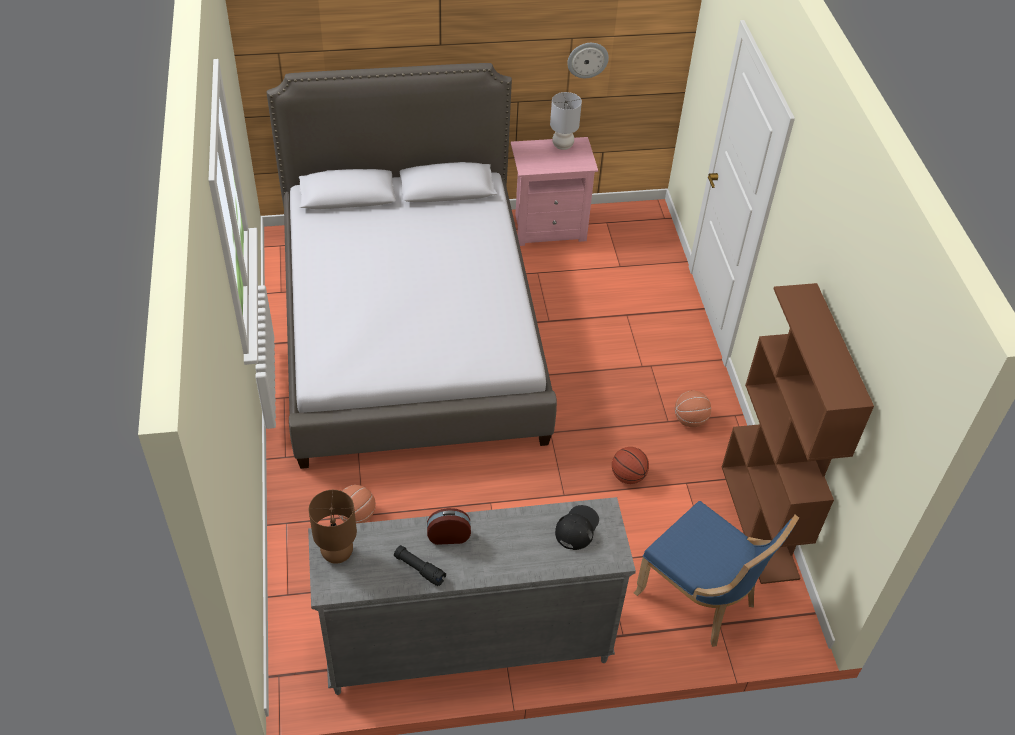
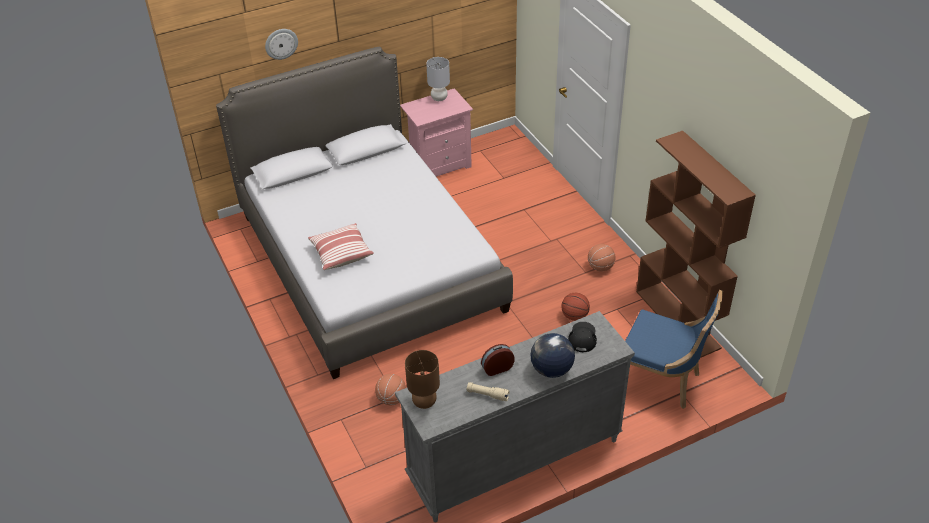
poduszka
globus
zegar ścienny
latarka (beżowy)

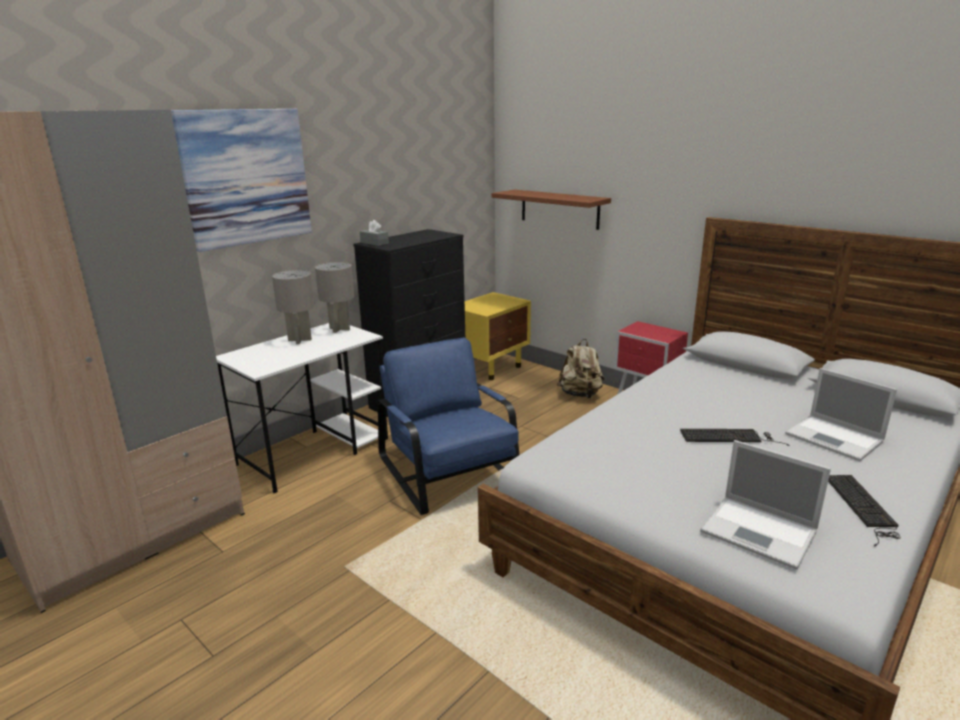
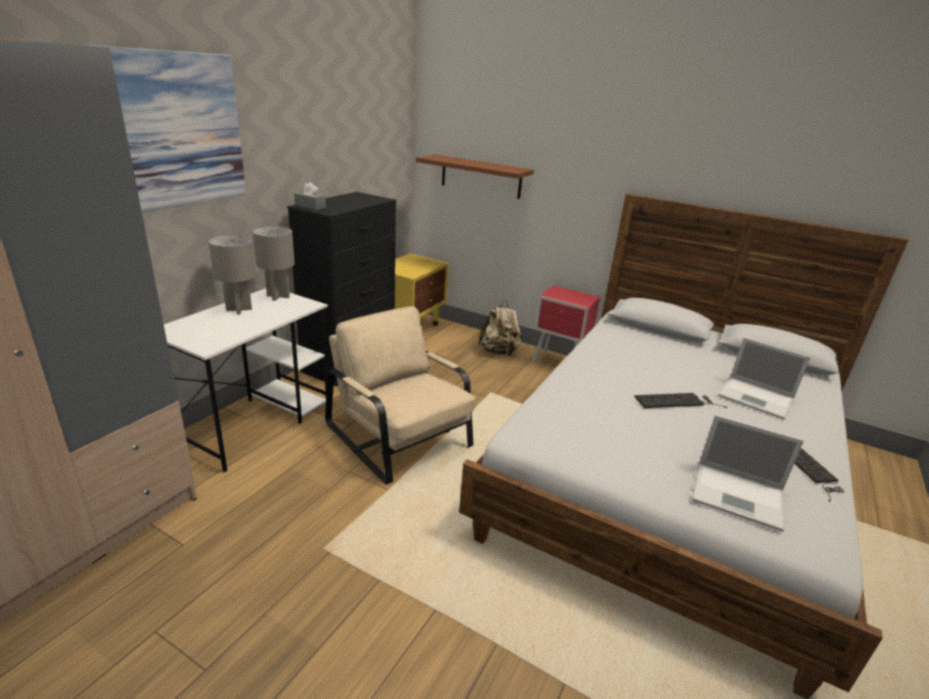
fotel (beżowy)

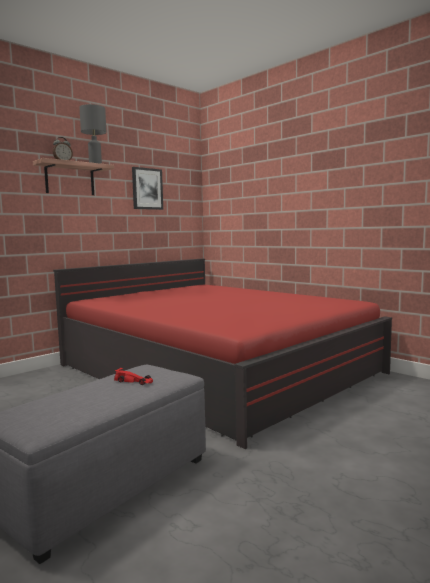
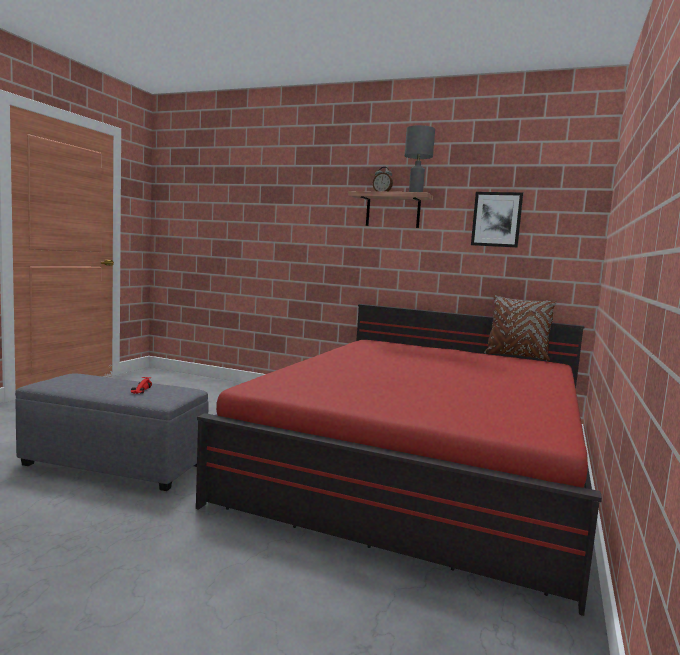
poduszka (brązowy)

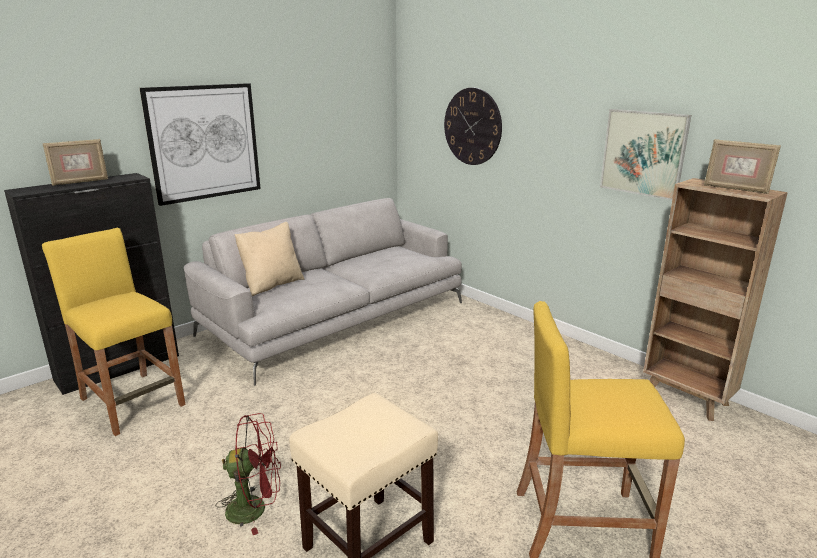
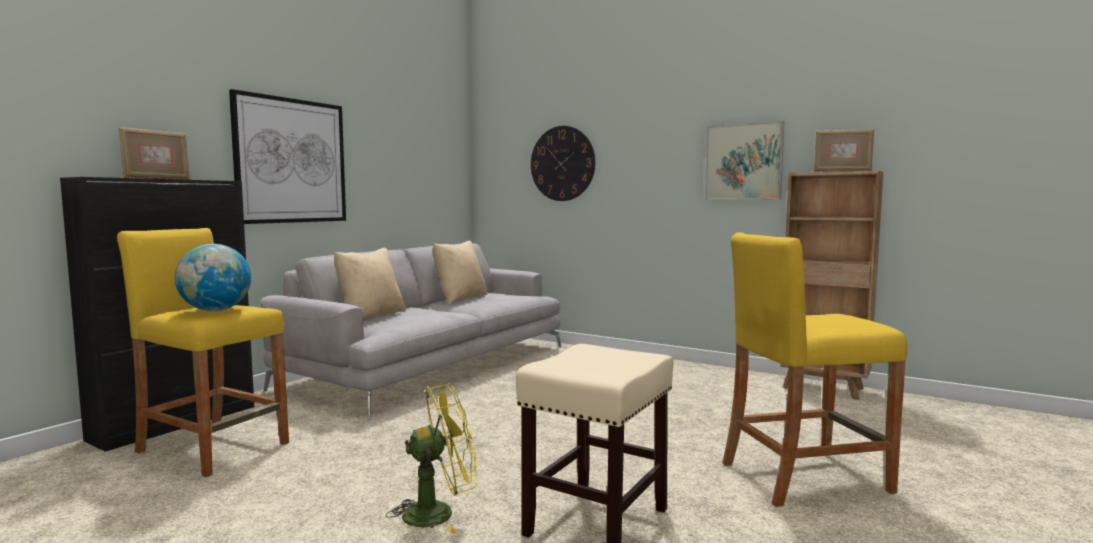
globus
poduszka (beżowy) (no. 2 from left)
wentylator (żółty)

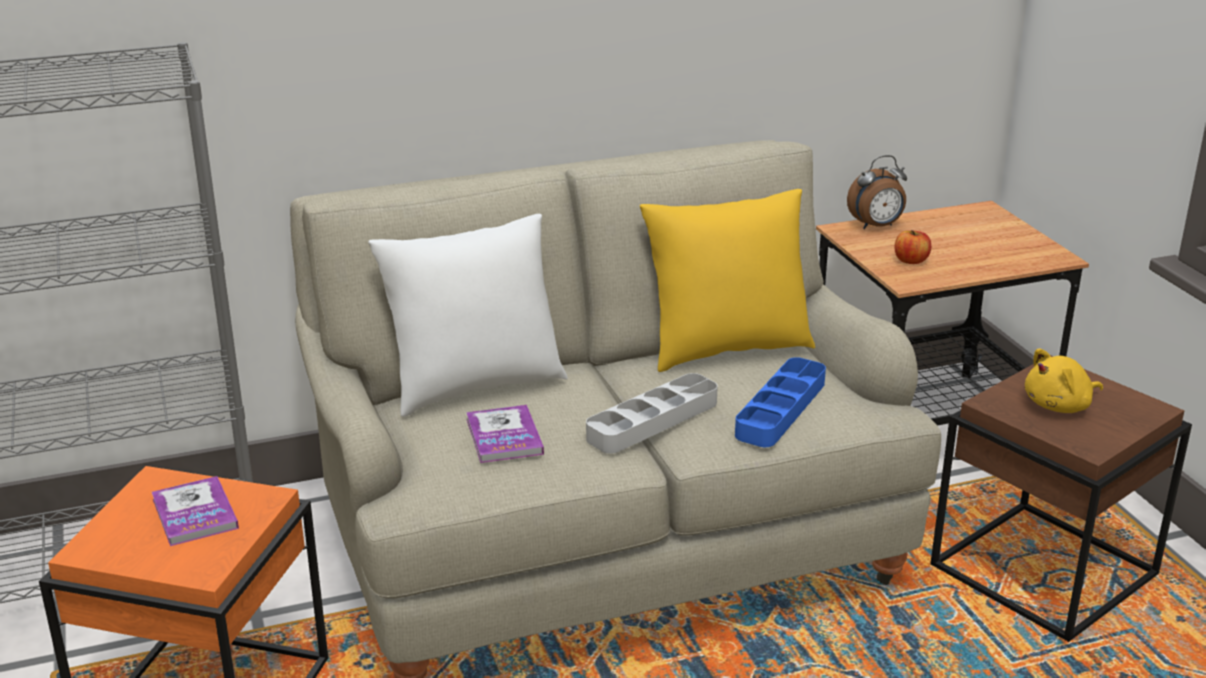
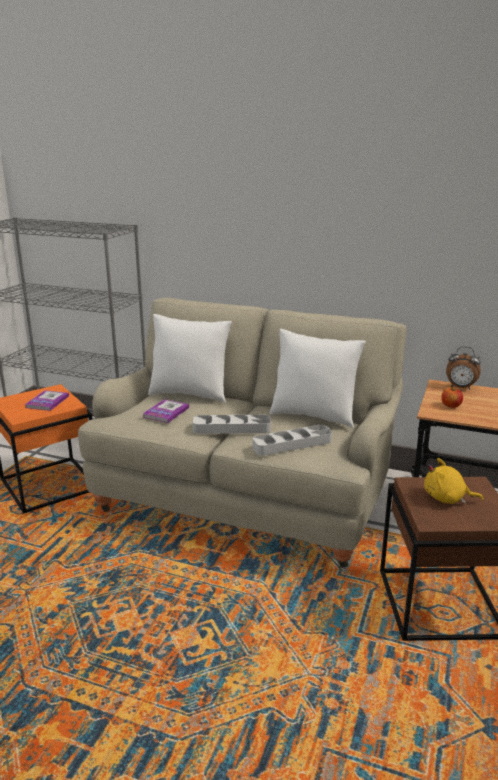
poduszka (biały) (no. 2 from left)
taca (szary) (no. 2 from left)

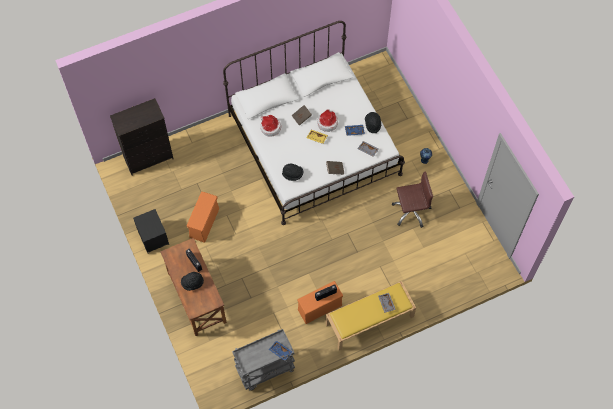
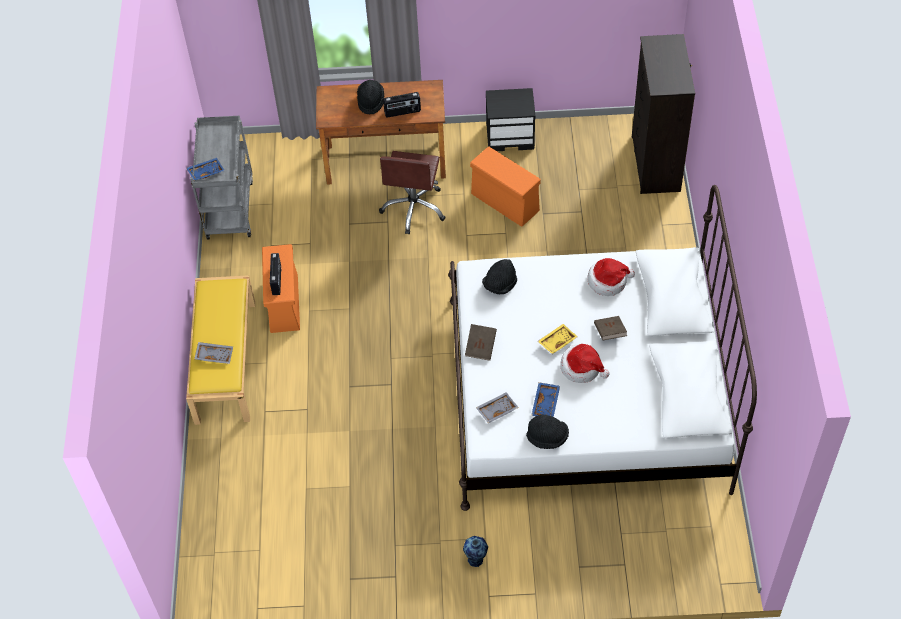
krzesło biurowe (brązowy)

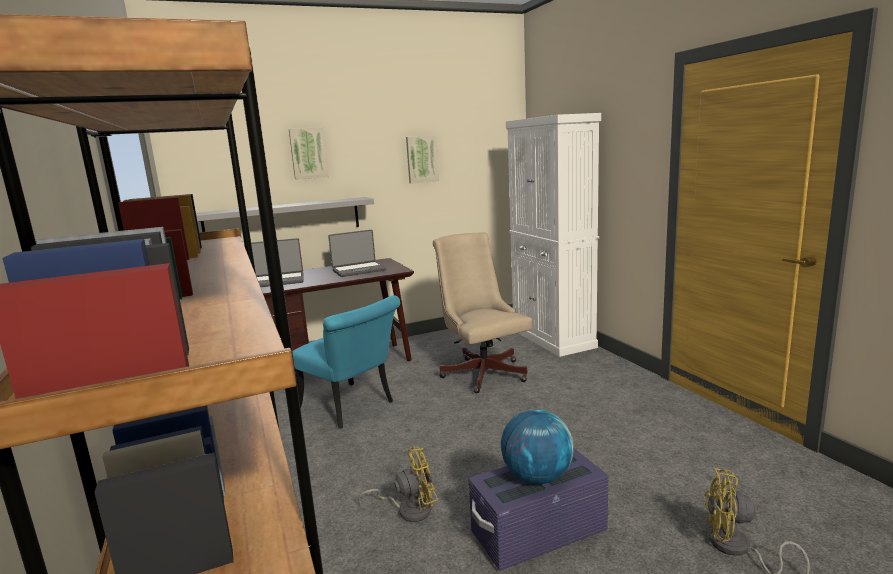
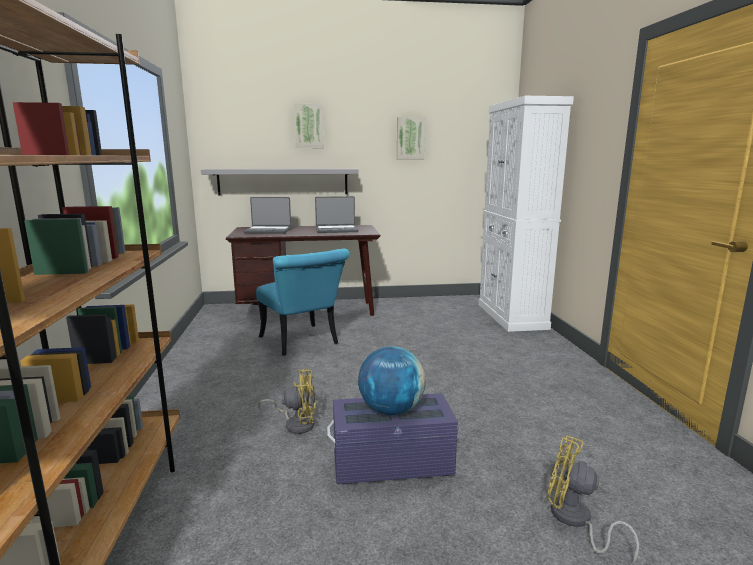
krzesło biurowe (beżowy)

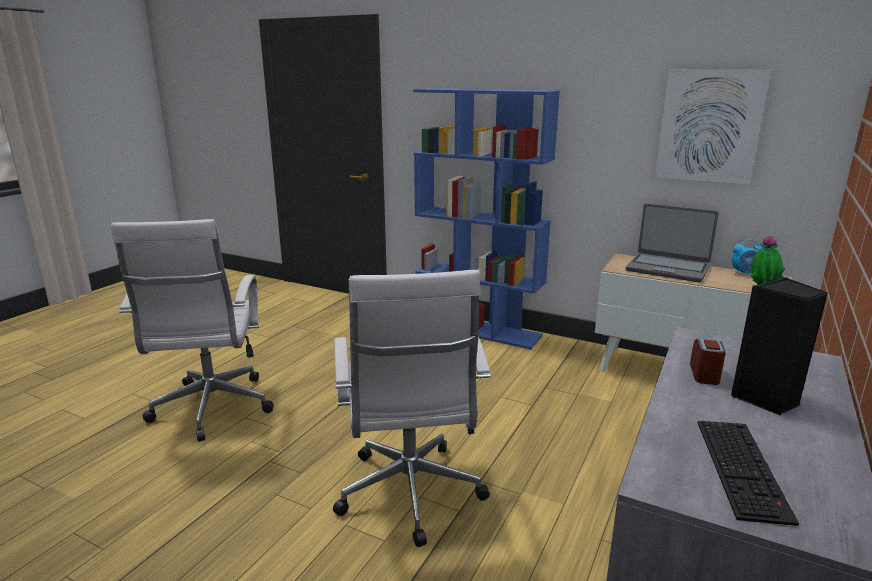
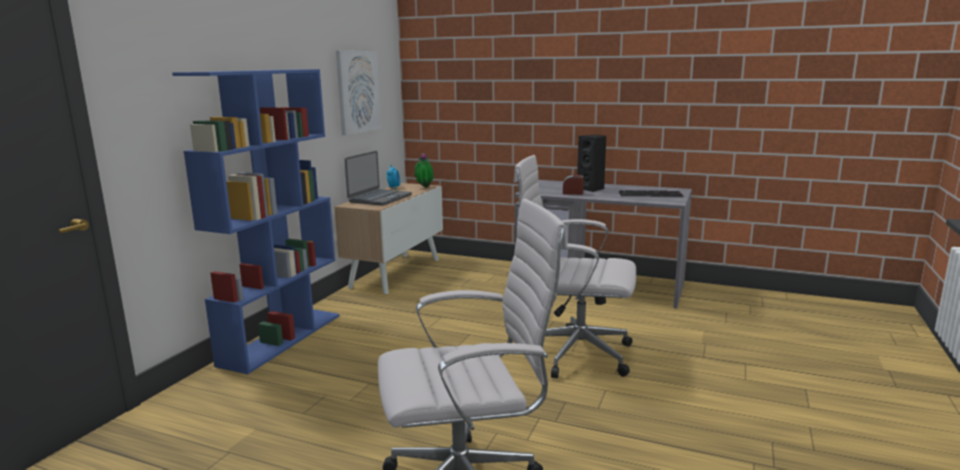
krzesło biurowe (biały) (no. 2 from left)

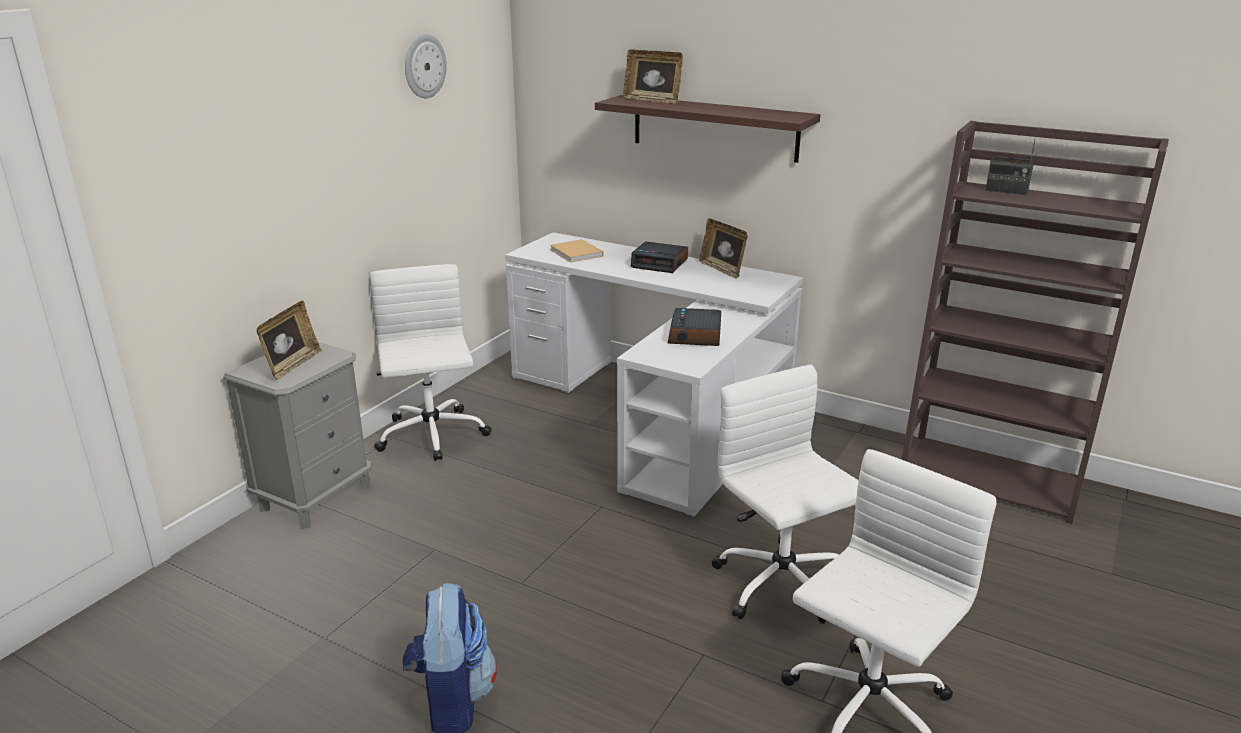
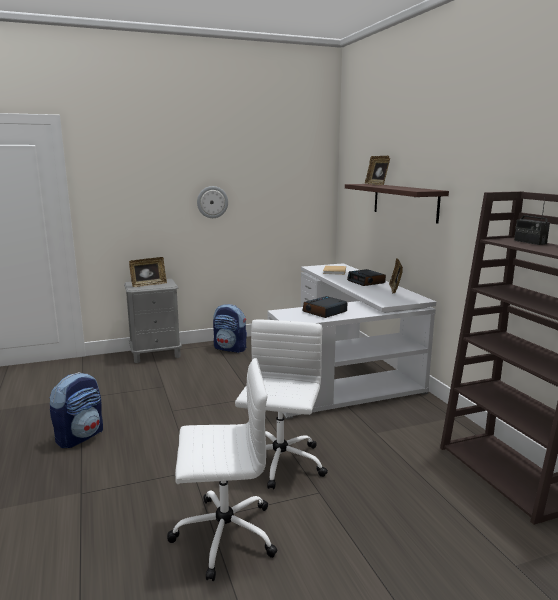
zegar ścienny
plecak (no. 2 from left)

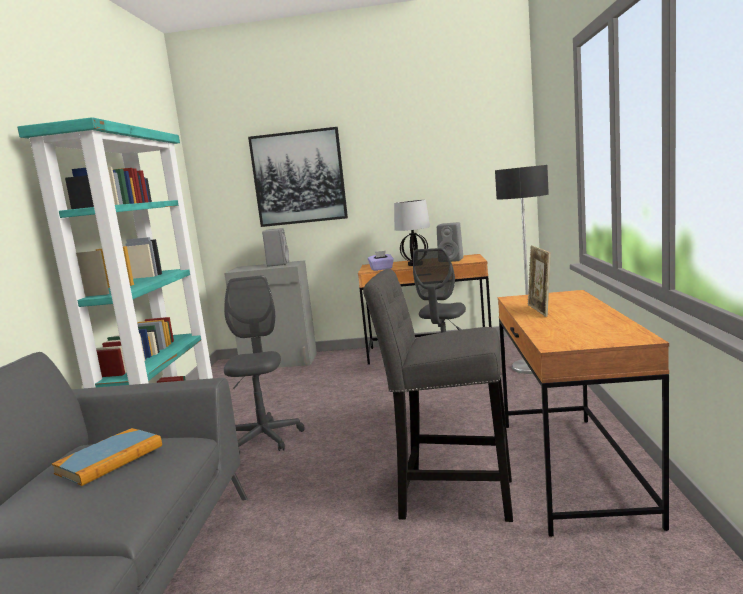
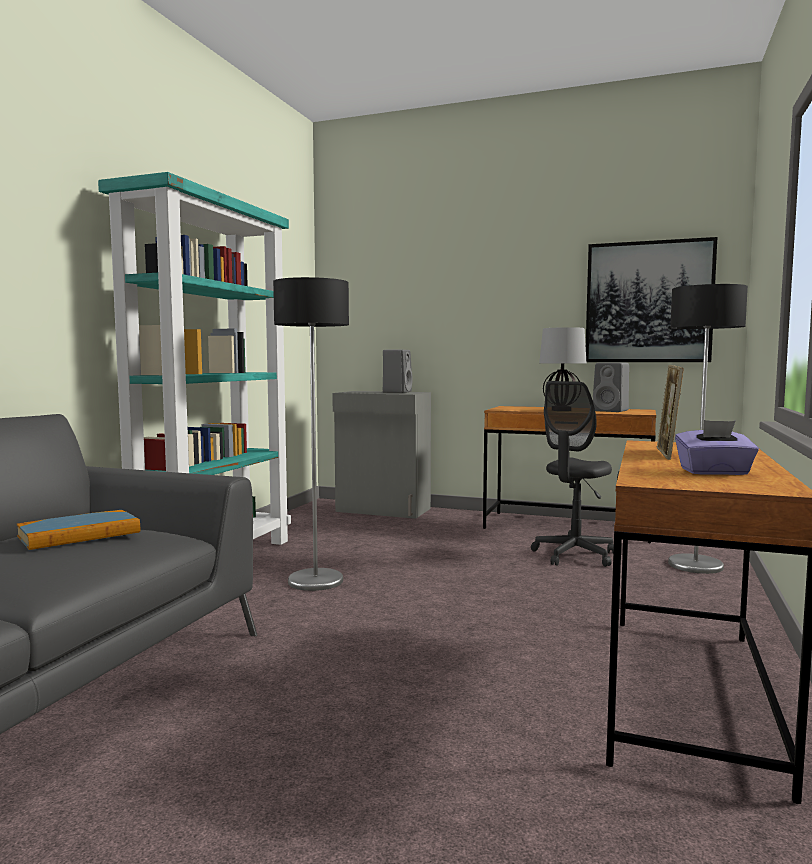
stołek (szary)
obraz
pudełko chusteczek (fioletowy)
lampa stojąca (no. 1 from left)

